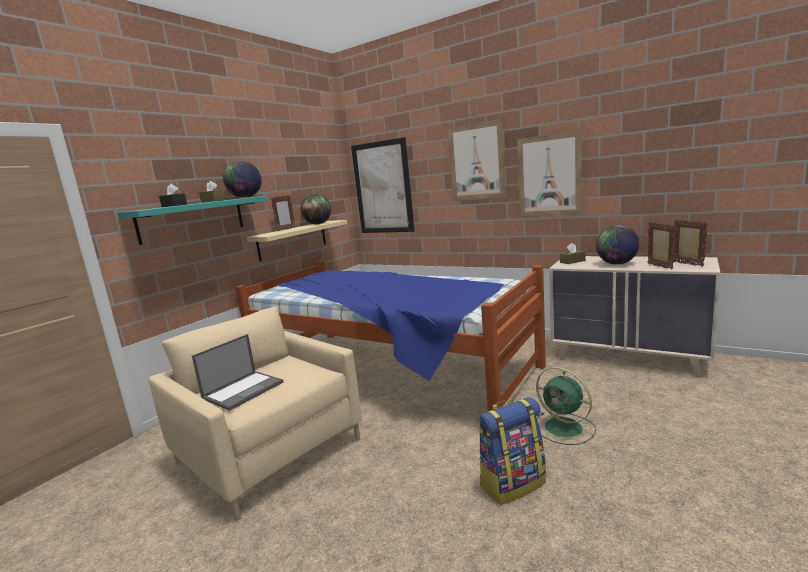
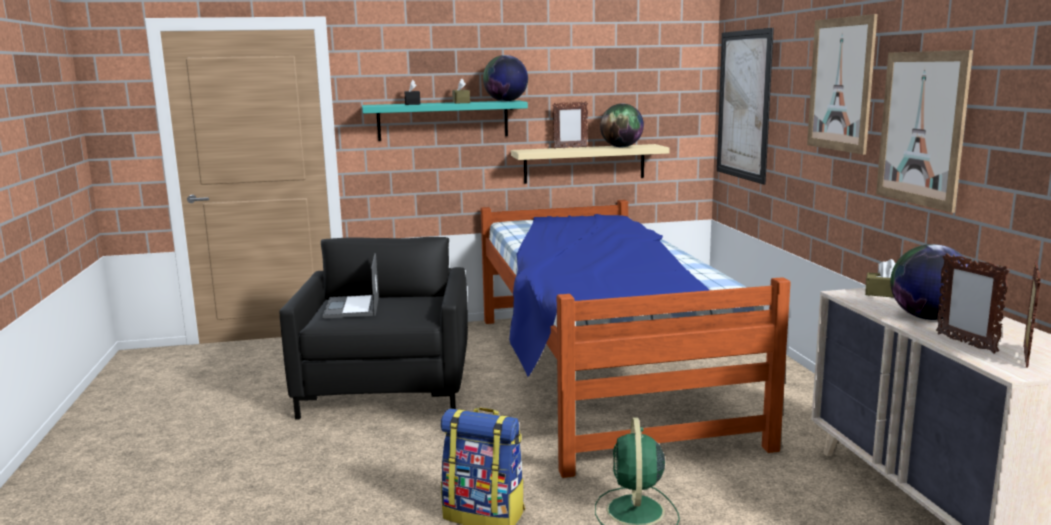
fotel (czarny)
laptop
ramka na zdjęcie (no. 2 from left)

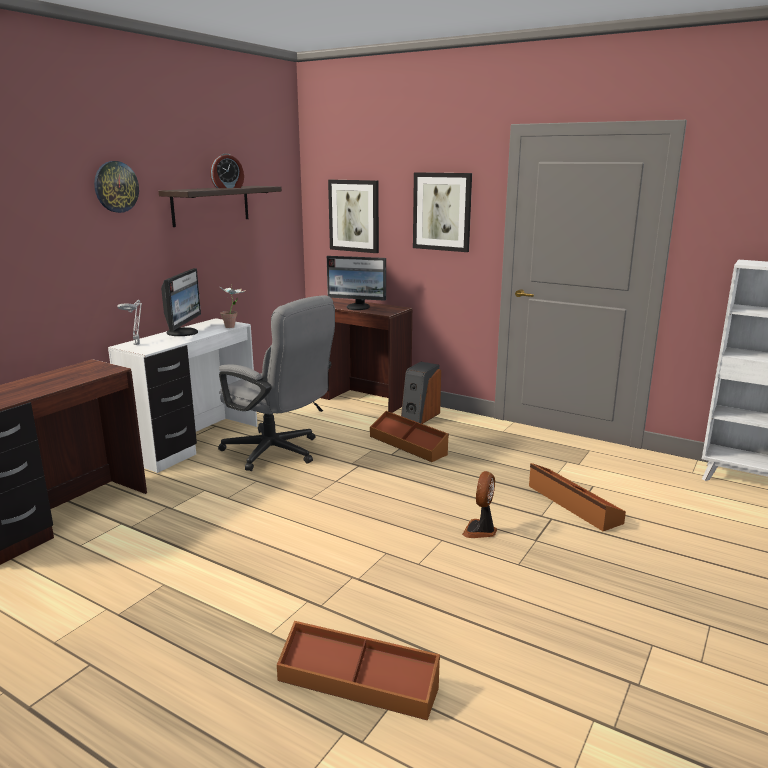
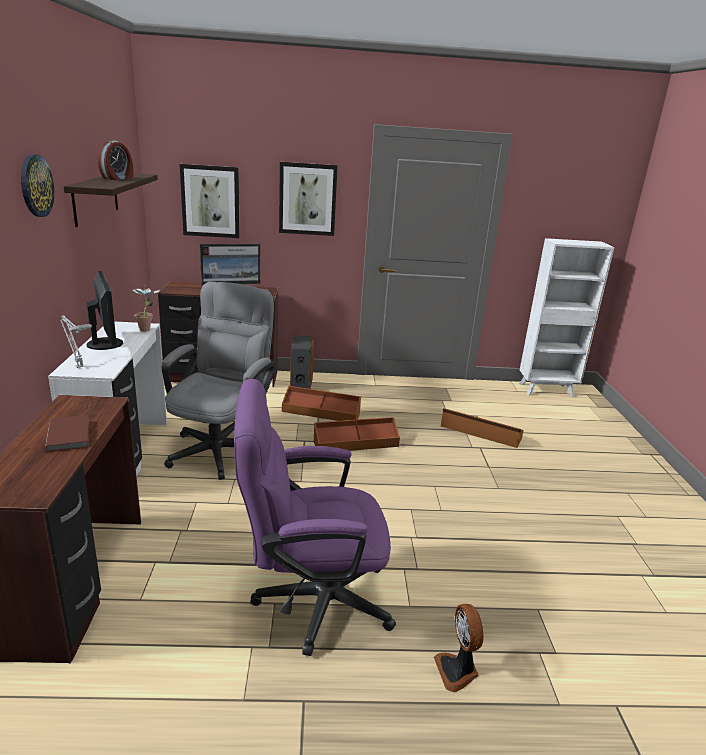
książka (brązowy)
krzesło biurowe (fioletowy)
pojemnik do przechowywania (brązowy) (no. 2 from left)
wentylator
krzesło biurowe (szary)

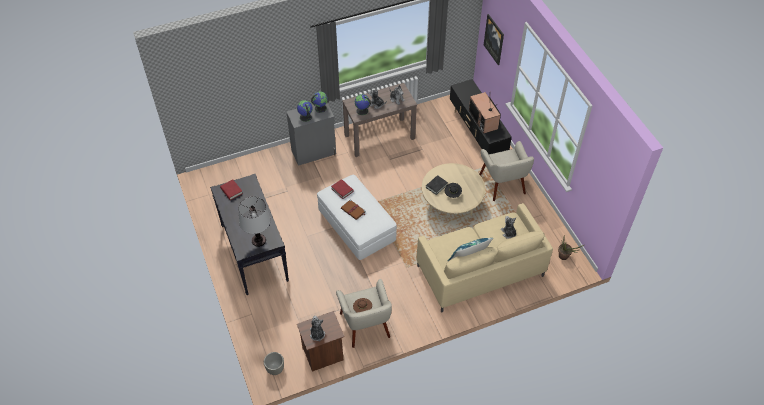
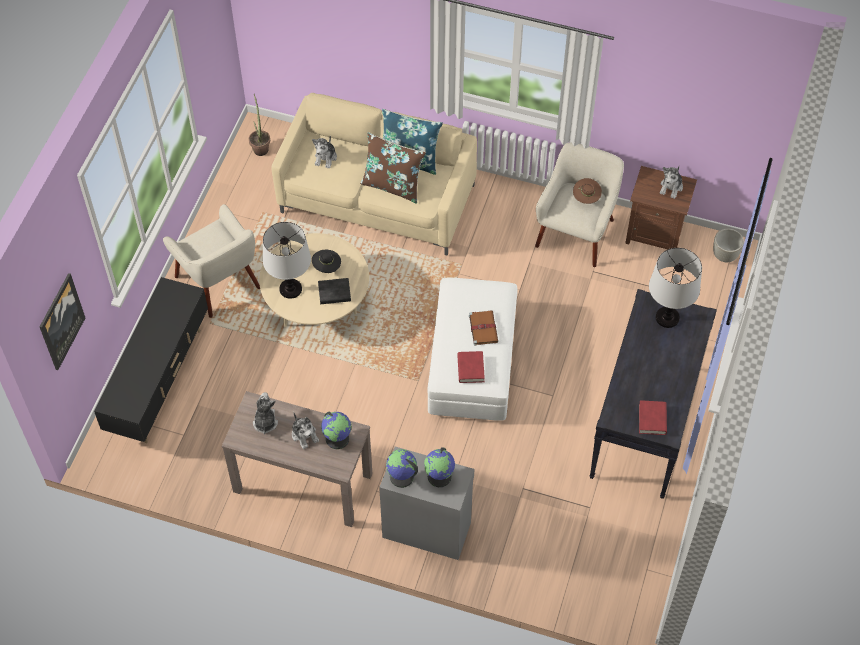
telewizor
lampa stołowa (no. 1 from left)
poduszka (brązowy)
fotel (beżowy) (no. 1 from left)

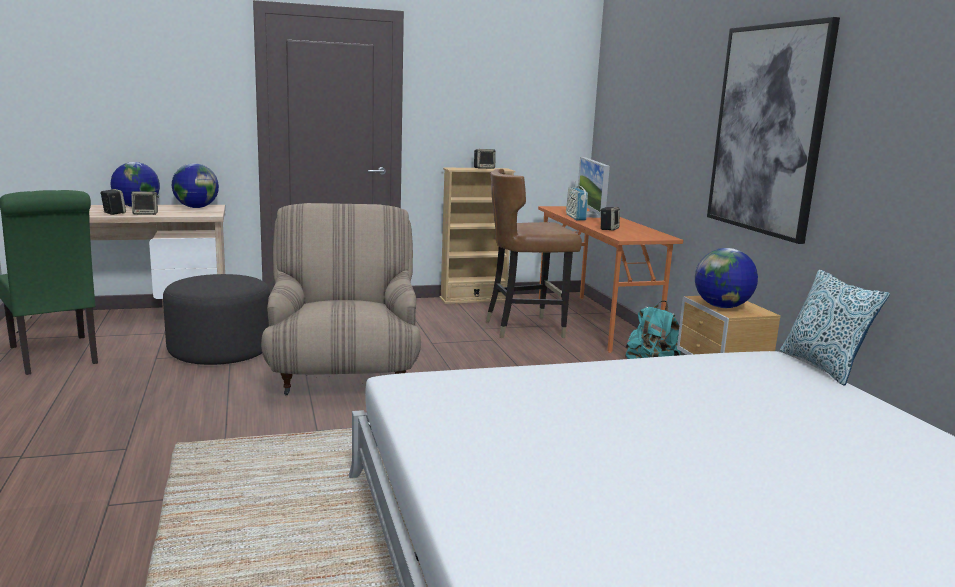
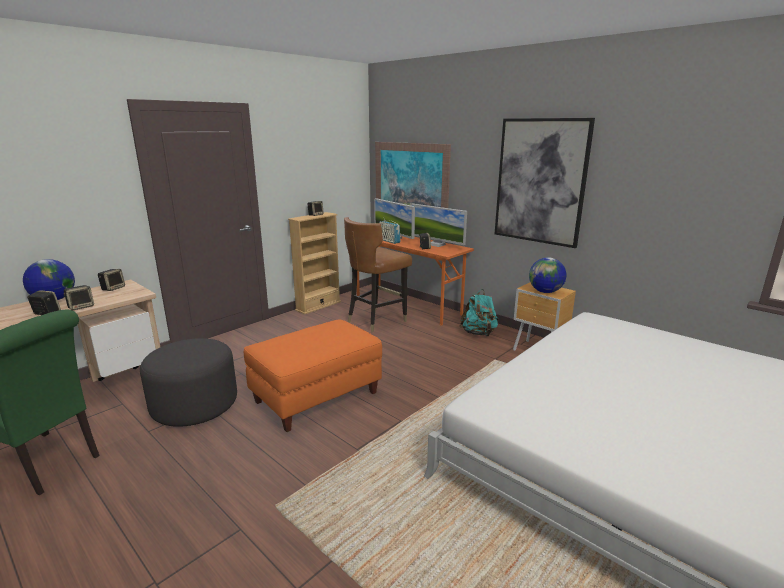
poduszka
obraz (no. 1 from left)
monitor (no. 2 from left)
głośnik (no. 3 from left)
pufa (pomarańczowy)

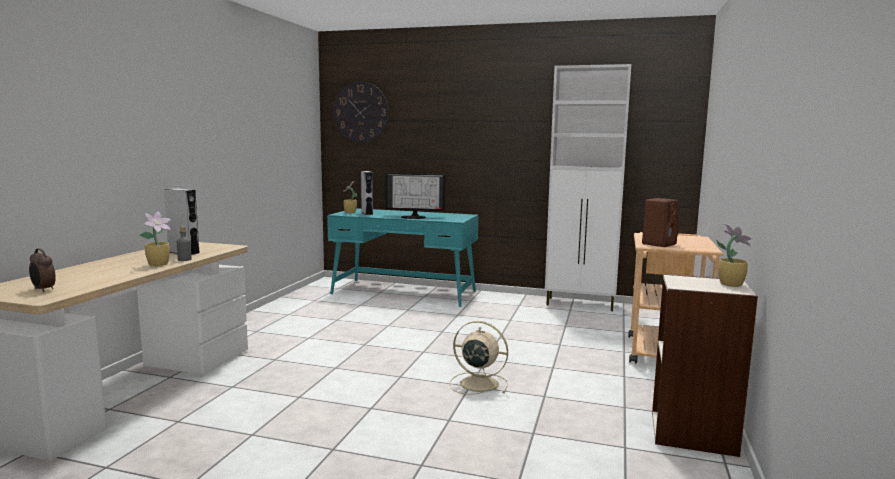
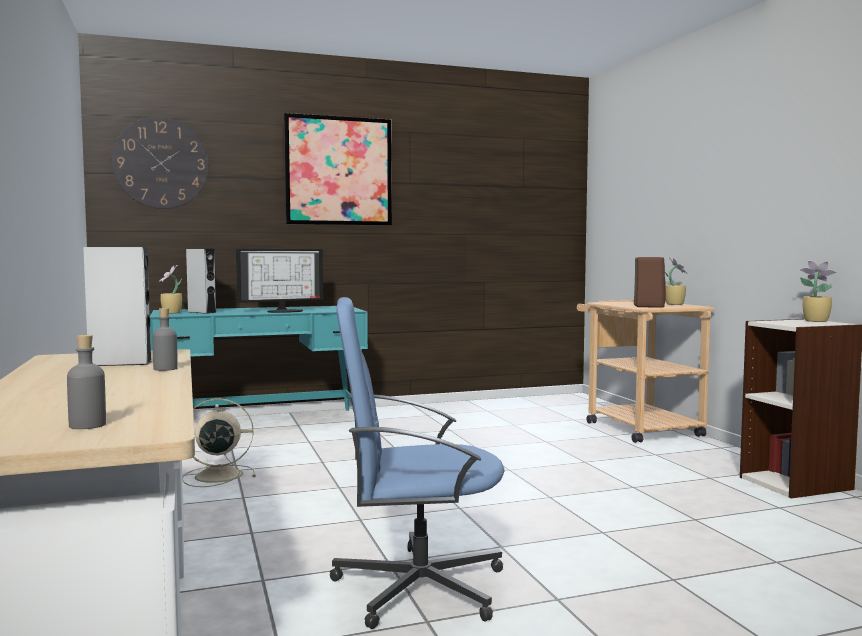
szafka (biały)
obraz
krzesło biurowe (niebieski)
roślina doniczkowa (no. 2 from left)
wentylator (beżowy)
butelka (szary) (no. 1 from left)

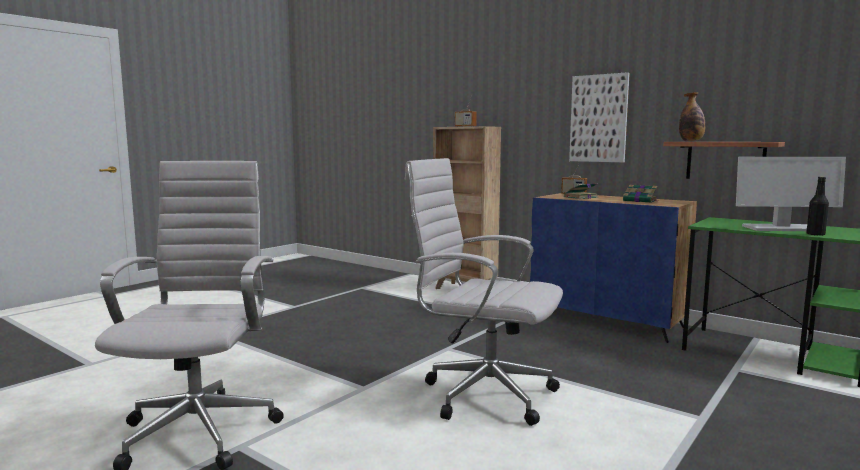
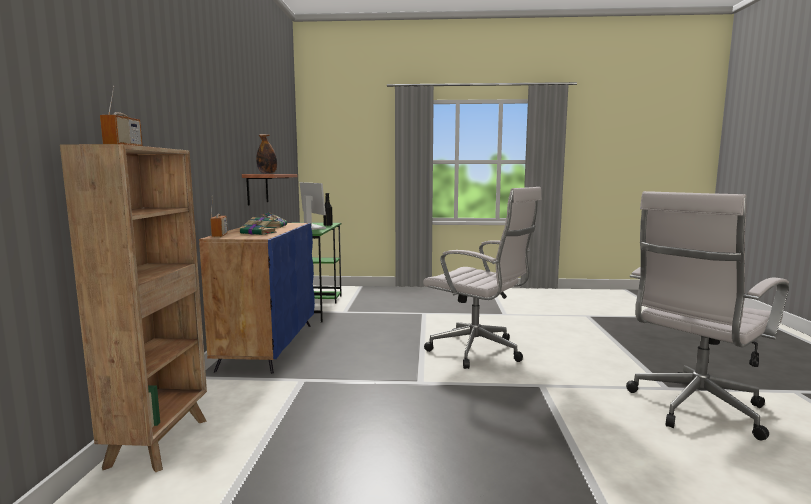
obraz
krzesło biurowe (biały) (no. 1 from left)

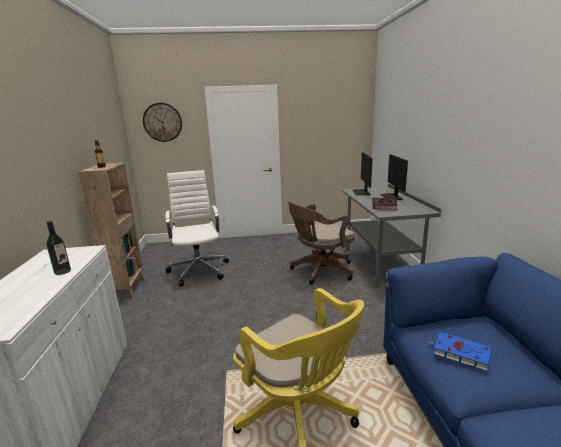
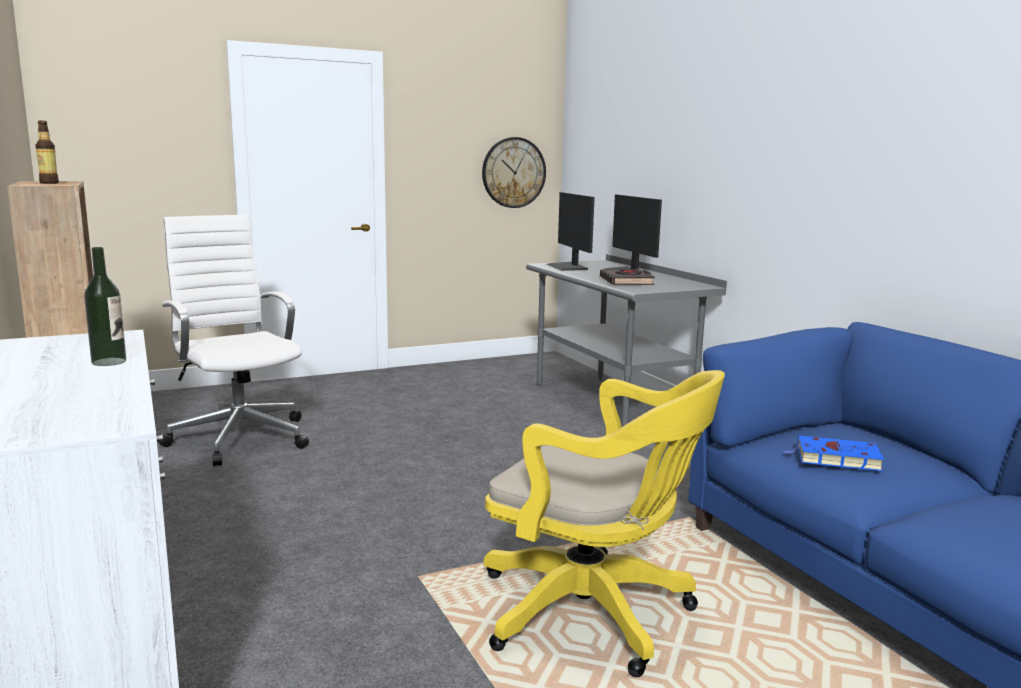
krzesło biurowe (brązowy)
zegar ścienny

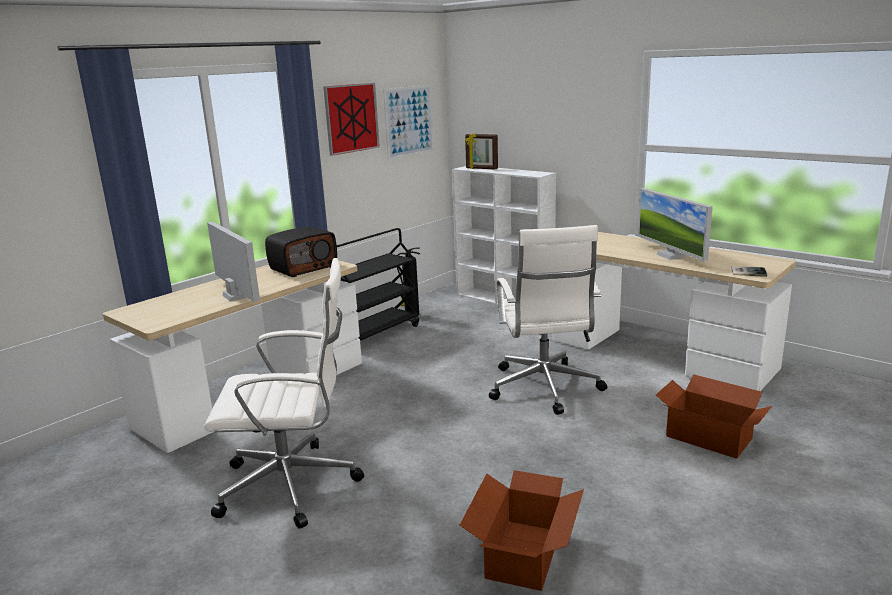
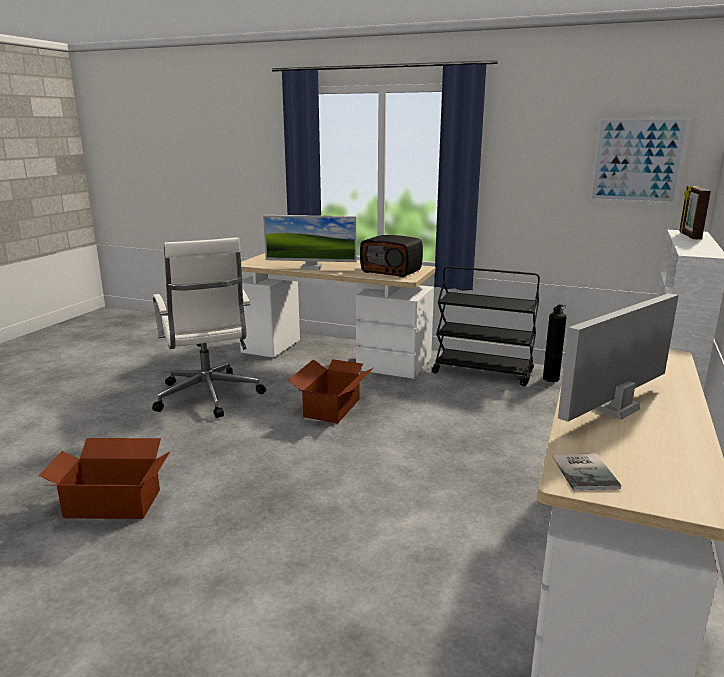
obraz (no. 1 from left in the first image)
krzesło biurowe (biały) (no. 2 from left in the first image)
karton (no. 2 from left)
monitor (no. 1 from left)

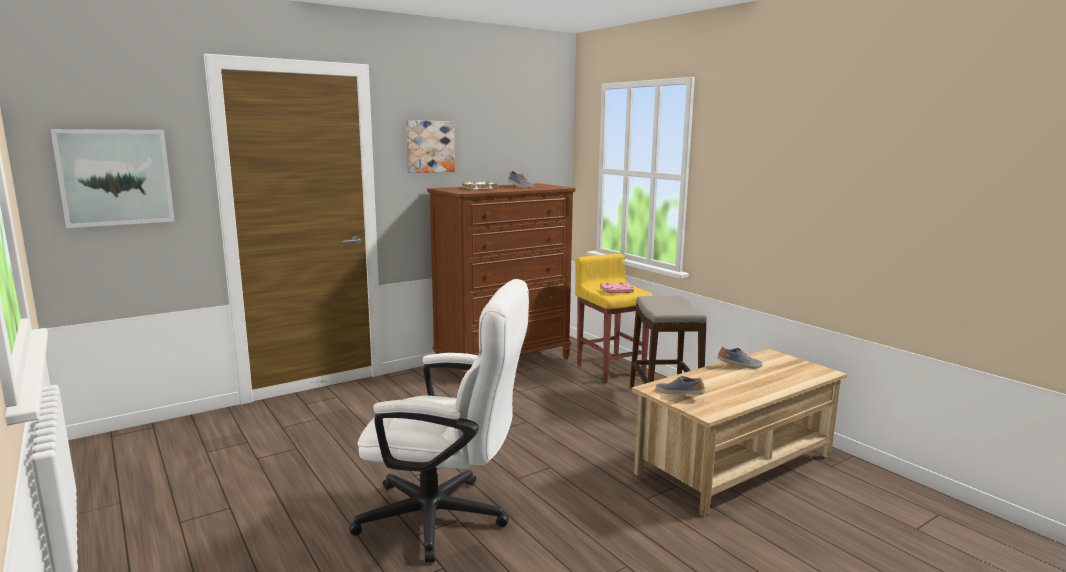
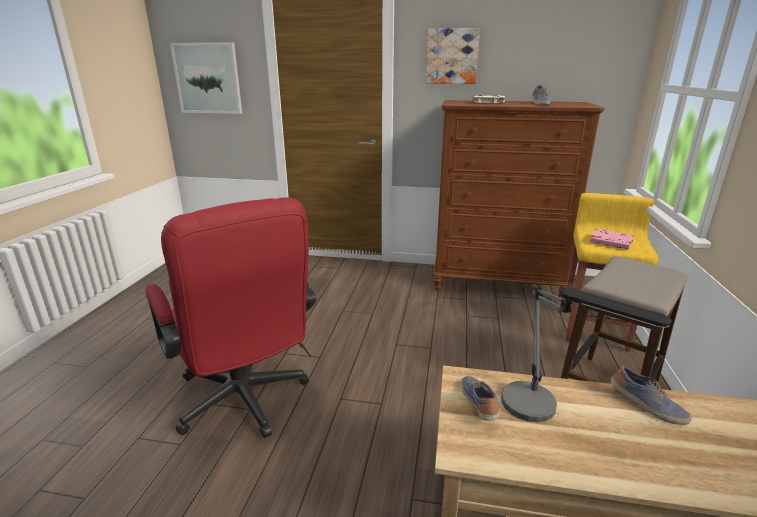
lampa stołowa
krzesło biurowe (czerwony)

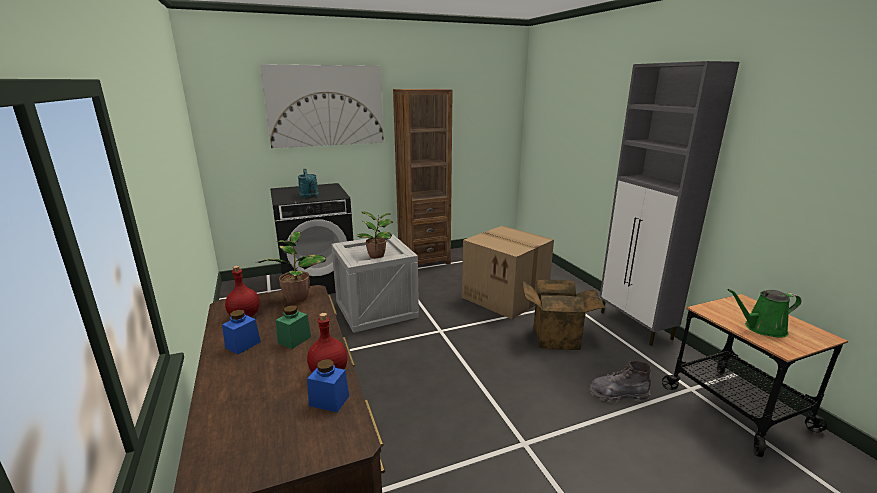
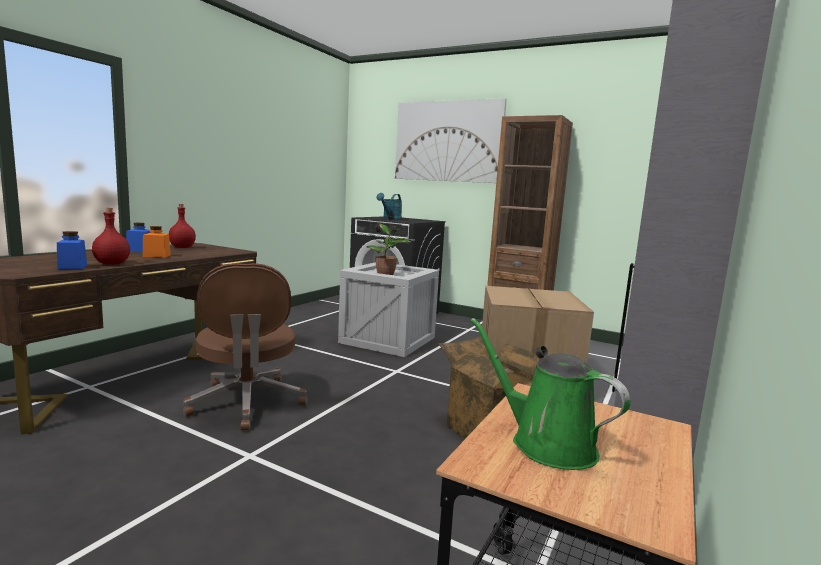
roślina doniczkowa (no. 1 from left in the first image)
but z cholewką (szary)
krzesło biurowe (brązowy)
słoik (pomarańczowy)

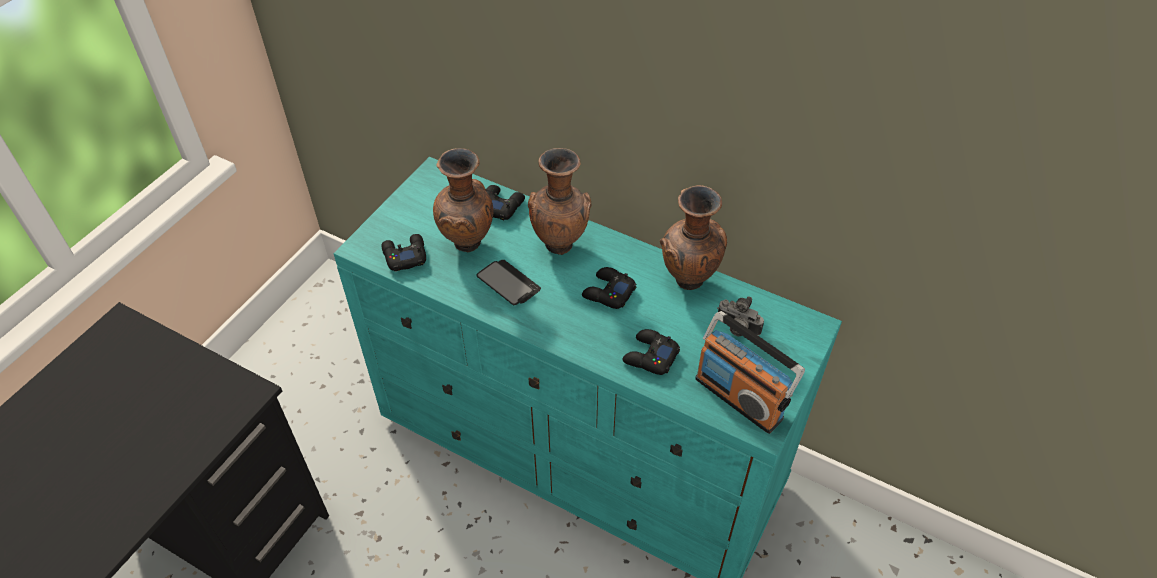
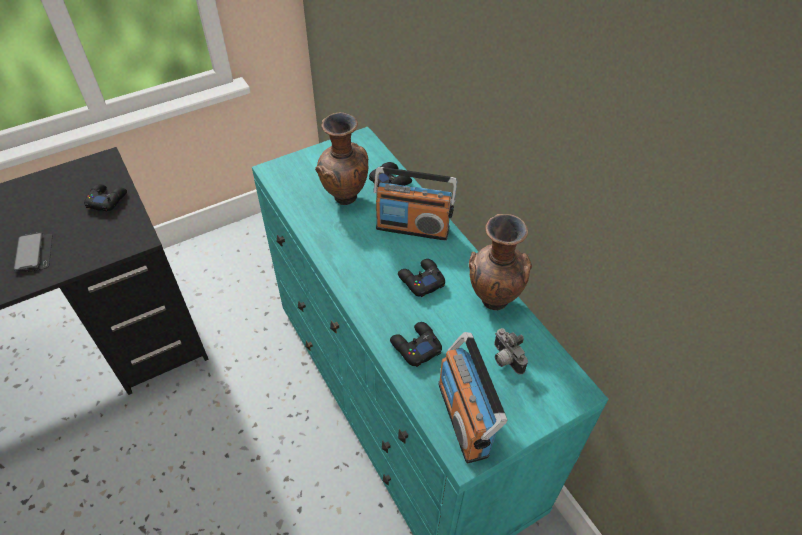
pad do gier (czarny) (no. 1 from left)
telefon
radio (no. 1 from left)

